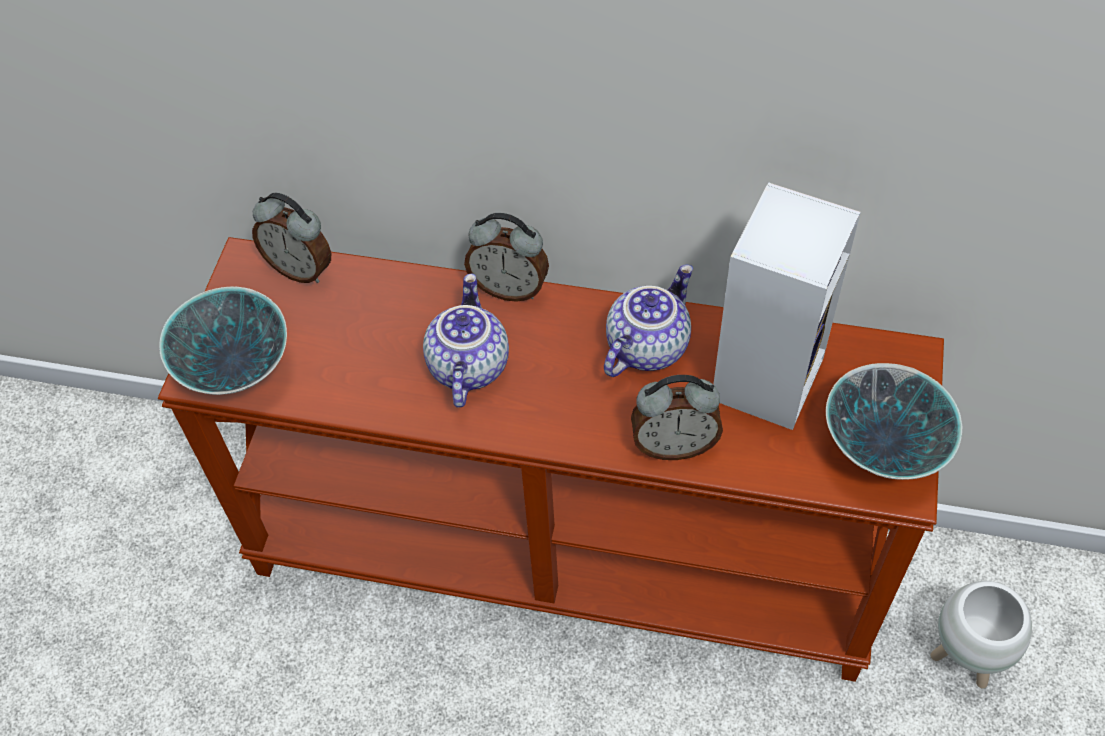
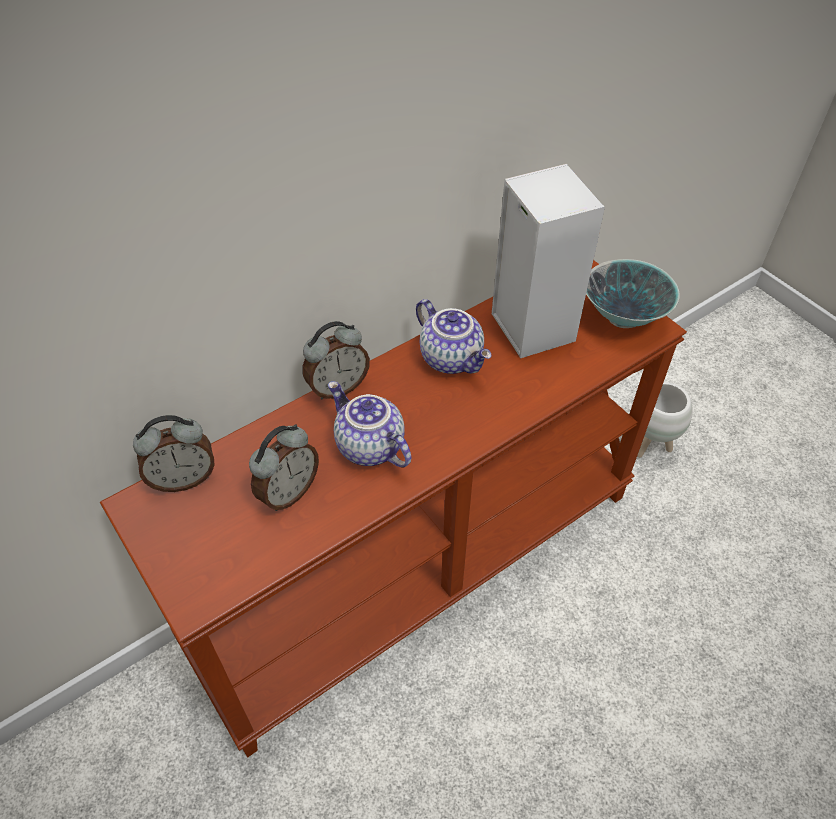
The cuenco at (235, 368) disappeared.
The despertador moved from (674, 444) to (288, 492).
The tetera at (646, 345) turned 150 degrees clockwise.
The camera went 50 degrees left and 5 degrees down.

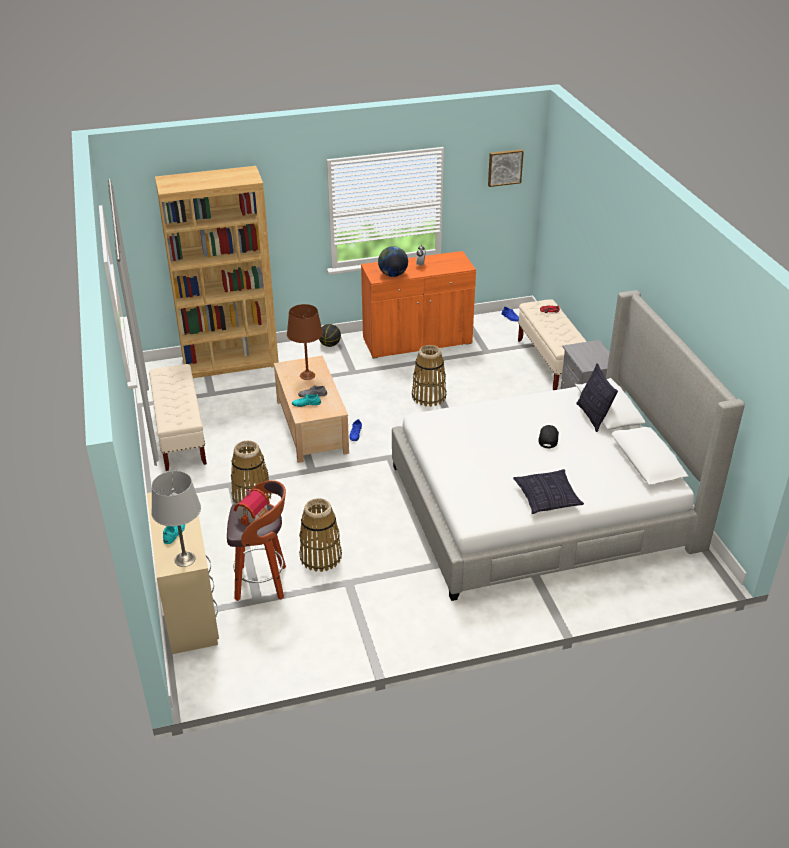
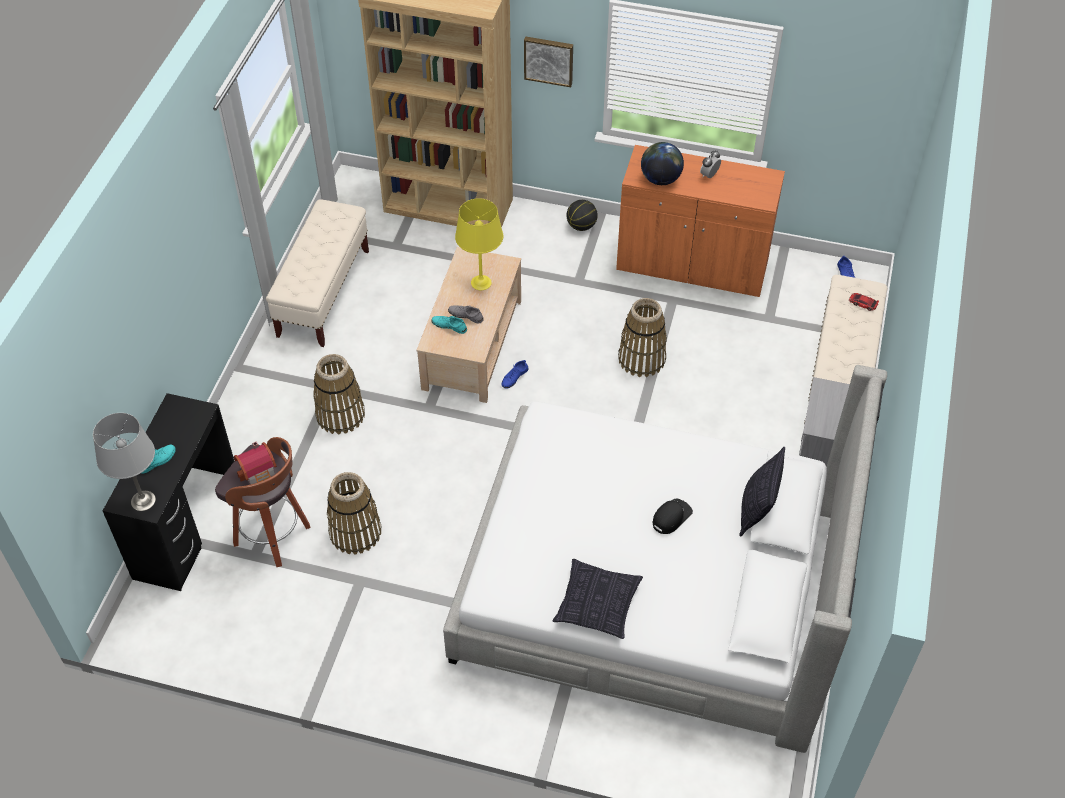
The cuadro moved from (504, 167) to (549, 60).
The escritorio/beis at (188, 604) became the escritorio/negro at (186, 526).
The lámpara de mesa/marrón at (307, 375) became the lámpara de mesa/amarillo at (480, 283).
The camera went 30 degrees right and 15 degrees up.

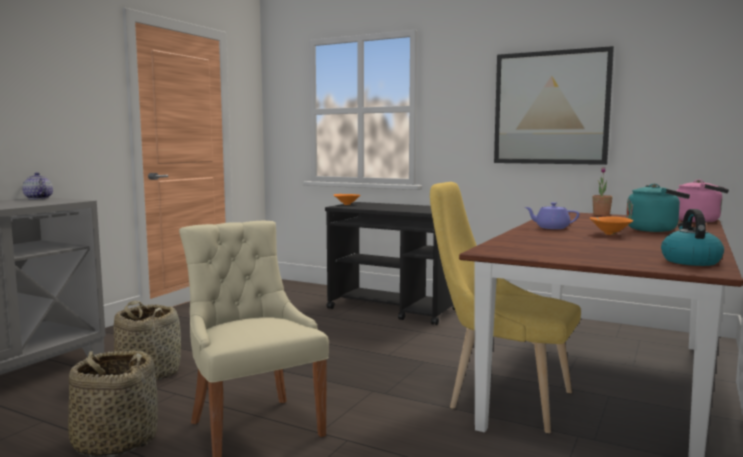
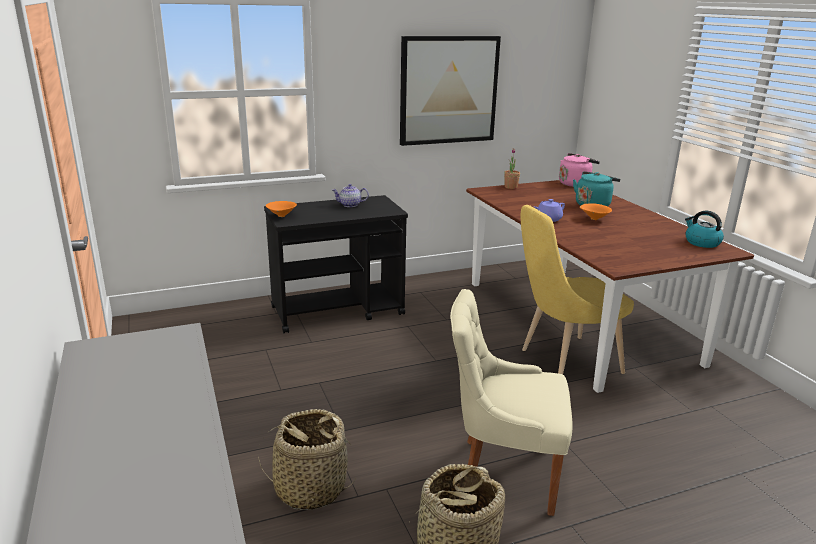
The tetera moved from (38, 198) to (350, 205).
The camera went 50 degrees left and 15 degrees up.

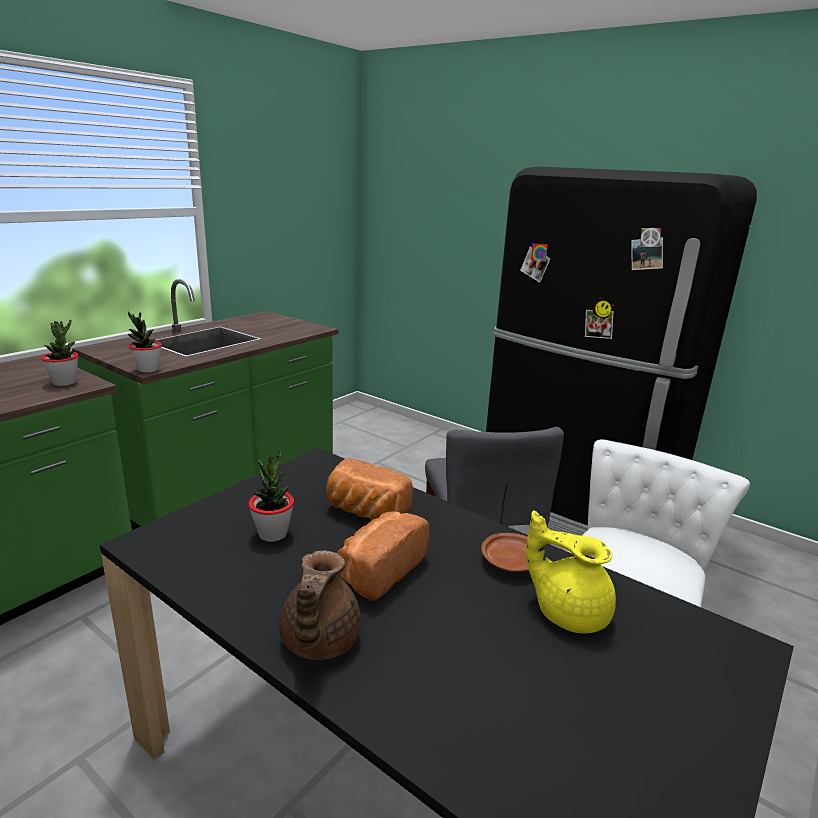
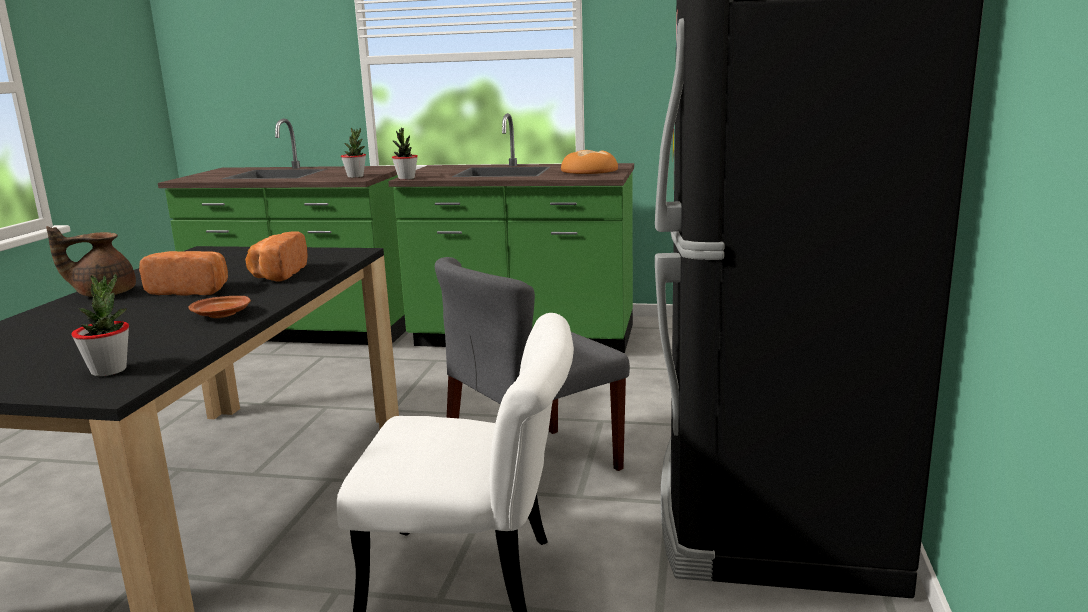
The tetera/amarillo at (568, 611) disappeared.
The pan at (589, 171) appeared.
The planta en maceta moved from (273, 534) to (109, 370).
The camera went 65 degrees right and 5 degrees down.

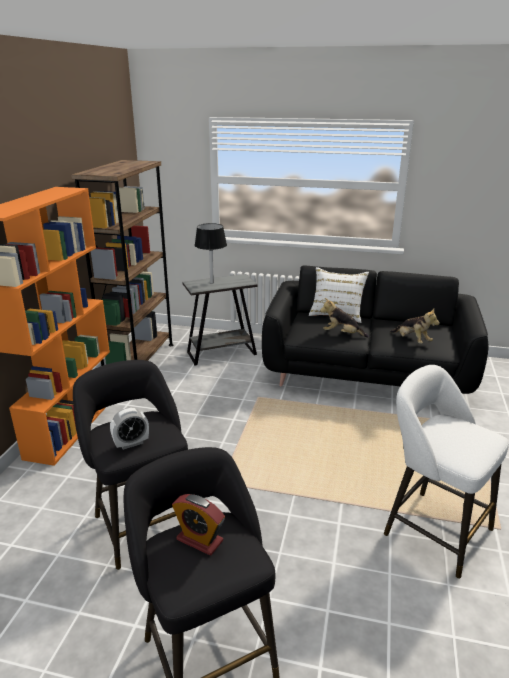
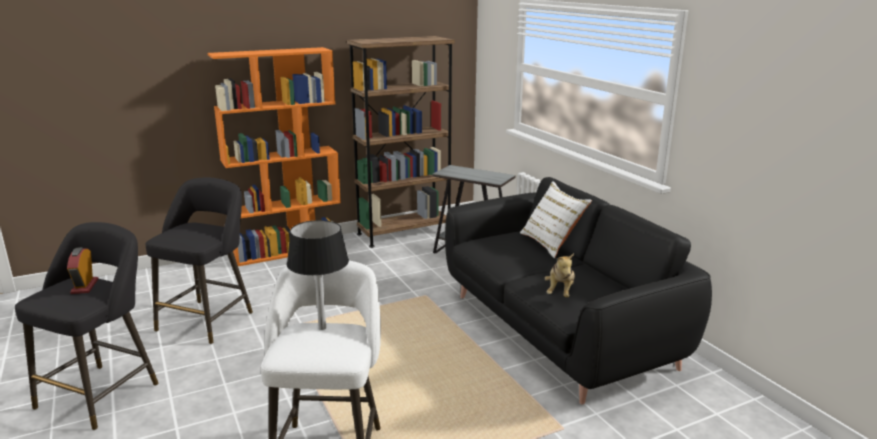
The despertador at (131, 443) disappeared.
The peluche at (342, 334) disappeared.
The lámpara de mesa/negro moved from (212, 282) to (322, 328).
The camera went 50 degrees right and 5 degrees down.

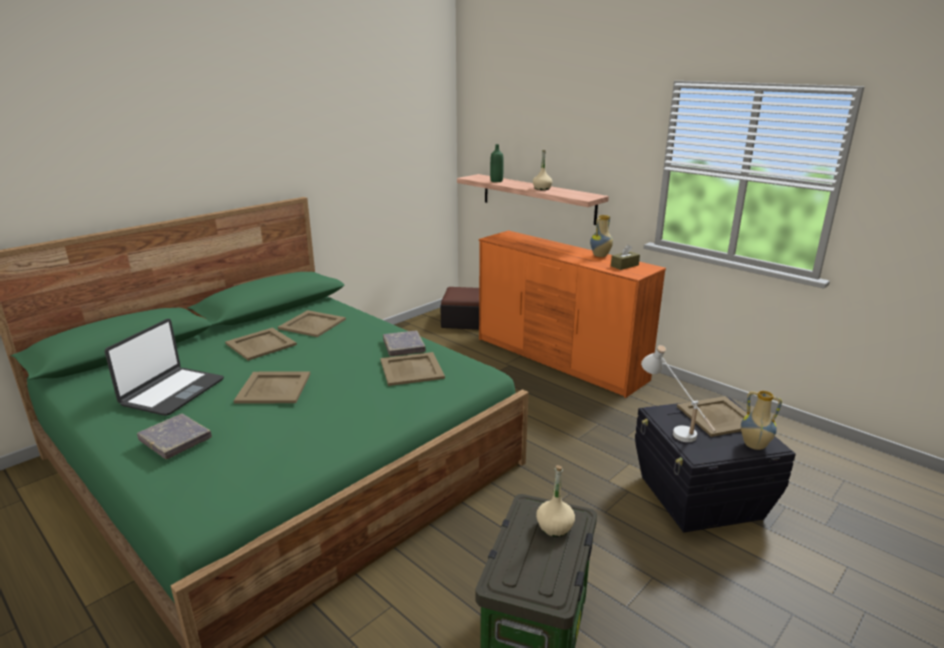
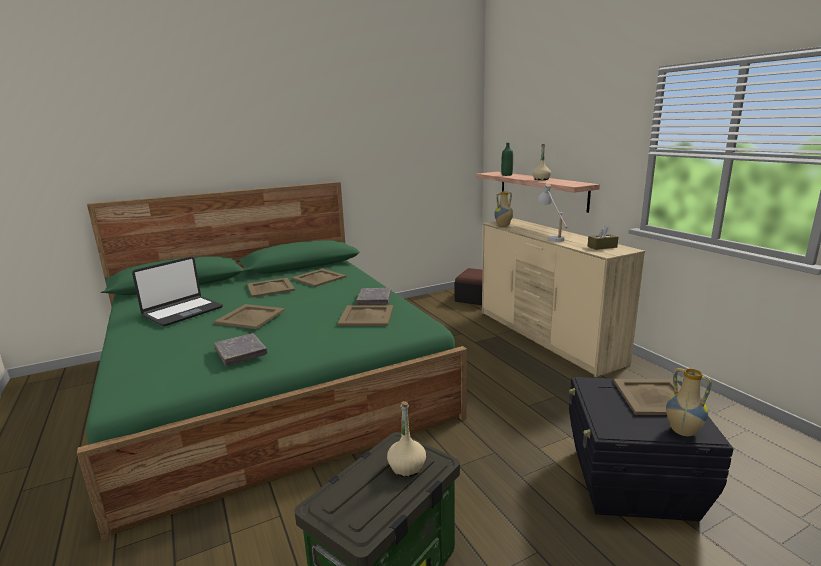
The libro/gris moved from (175, 439) to (241, 352).
The florero moved from (600, 256) to (503, 226).
The lámpara de mesa/blanco moved from (673, 427) to (552, 237).
The cómoda/naranja at (559, 359) became the cómoda/beis at (546, 336).
The camera went 20 degrees right and 5 degrees down.

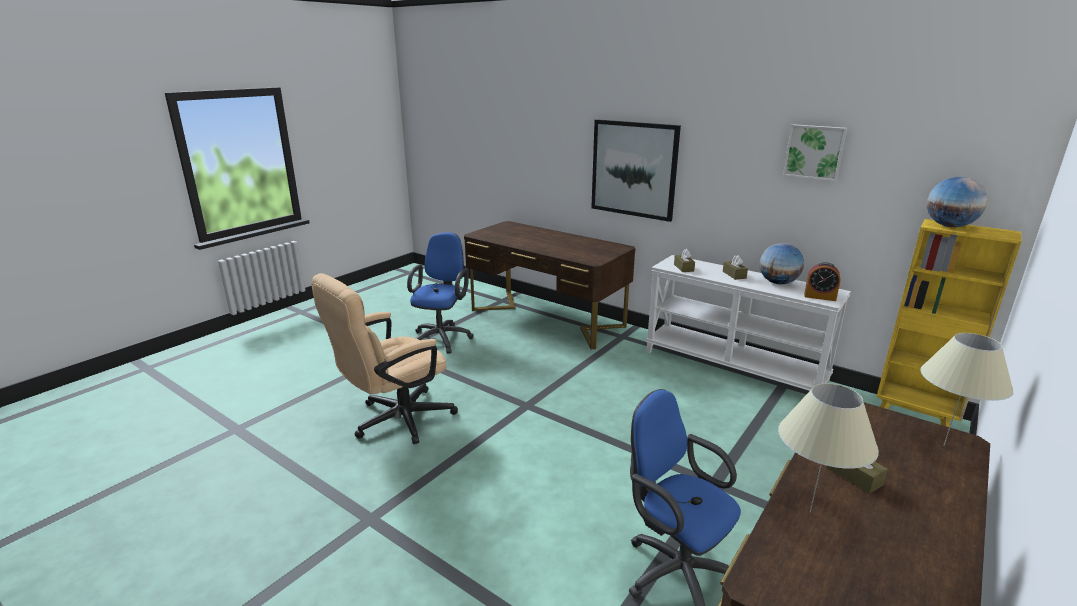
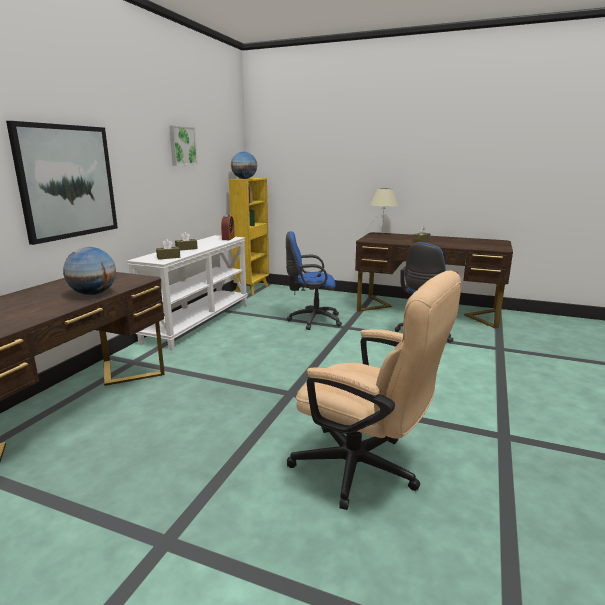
The lámpara de mesa/beis at (810, 512) disappeared.
The silla de oficina/azul moved from (442, 338) to (312, 320).
The globo terráqueo moved from (777, 283) to (93, 294).
The camera went 105 degrees left and 5 degrees down.

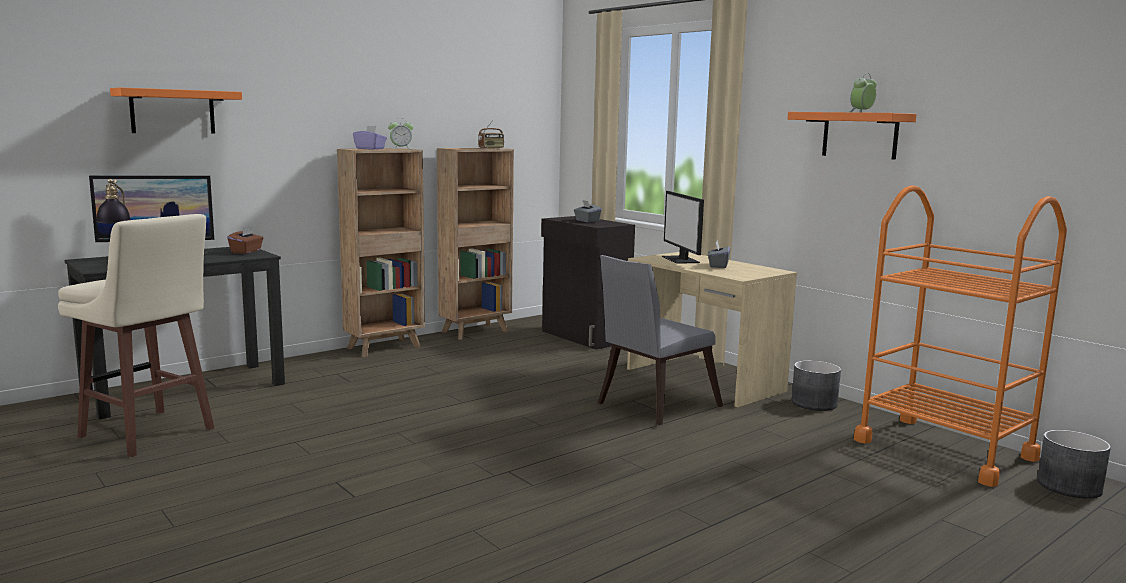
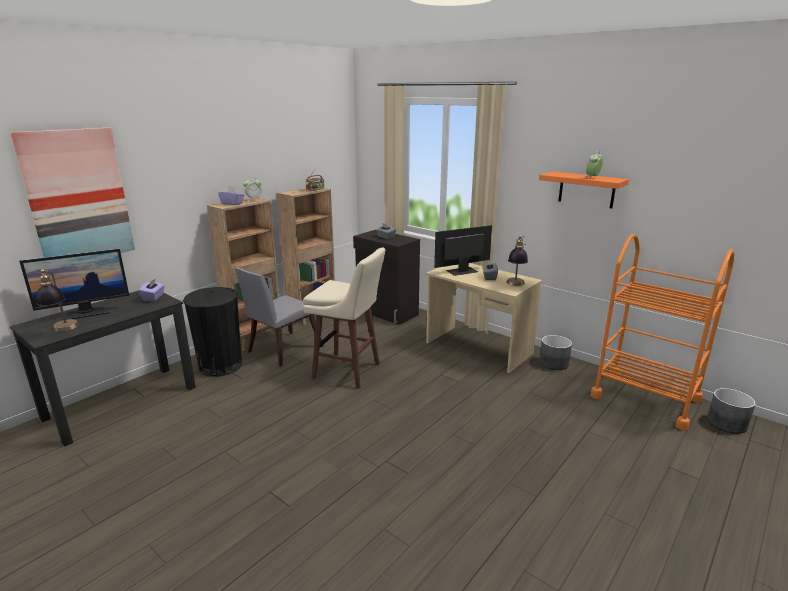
The papelera/negro at (220, 366) appeared.
The lámpara de mesa at (515, 285) appeared.
The taburete/beis moved from (148, 434) to (348, 372).
The silla/gris moved from (652, 406) to (281, 350).
The estante/naranja at (172, 111) was replaced by the cuadro at (77, 196).
The caja de pañuelos/marrón at (246, 251) became the caja de pañuelos/morado at (153, 297).
The monitor at (681, 259) turned 90 degrees clockwise.
The camera went 10 degrees left and 10 degrees up.

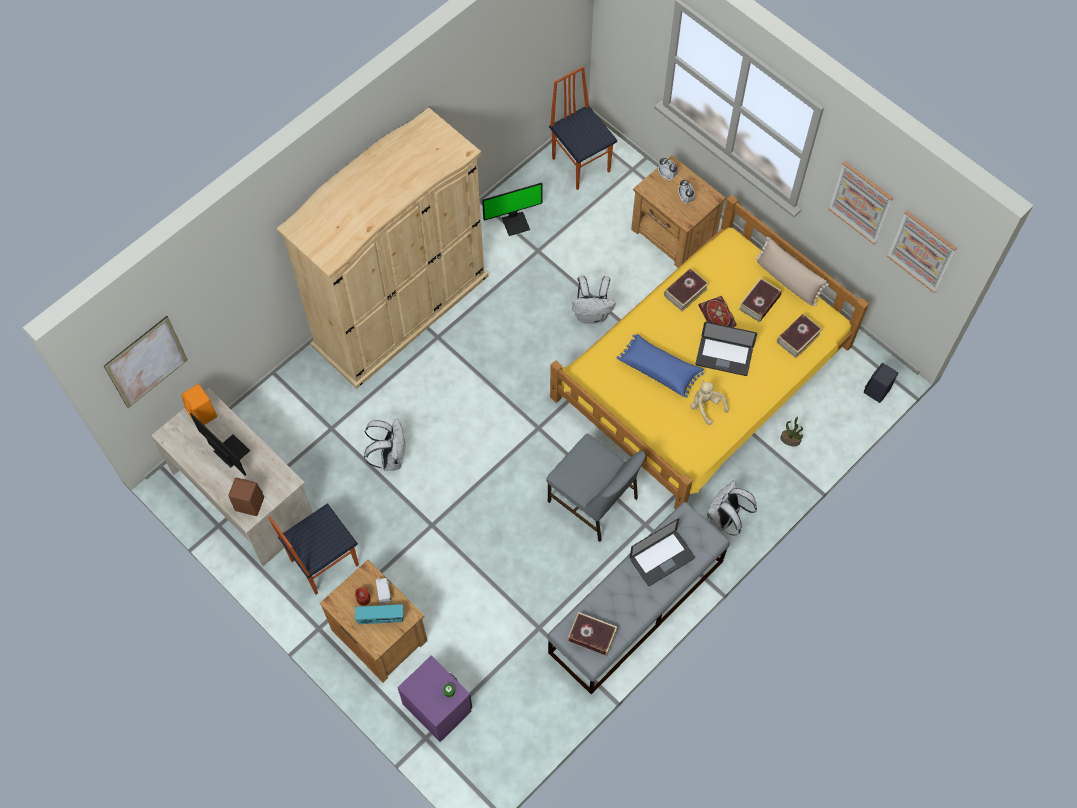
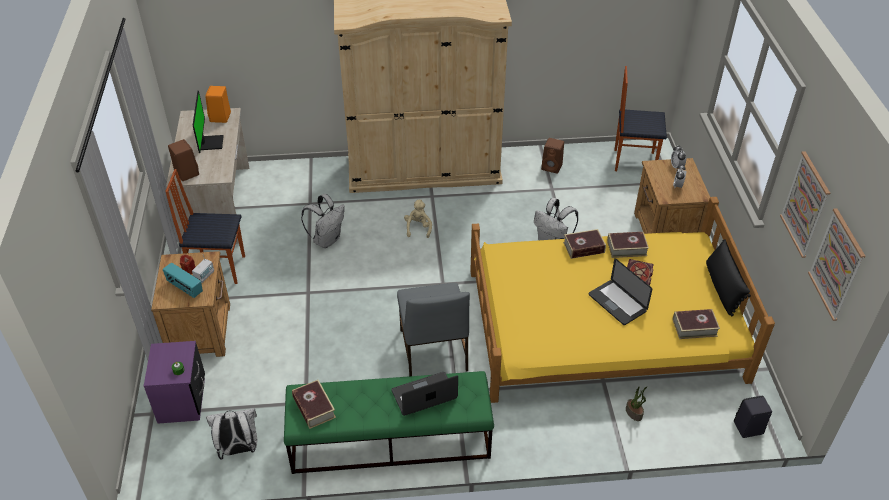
The cuadro at (146, 362) disappeared.
The cojín/azul at (659, 369) disappeared.
The peluche/beis moved from (706, 407) to (418, 228).
The mochila/blanco moved from (725, 519) to (238, 449).
The libro moved from (759, 303) to (583, 247).
The monitor at (515, 223) was replaced by the altavoz/marrón at (552, 167).
The banco/gris at (636, 607) became the banco/verde at (389, 440).
The cojín/beis at (787, 280) became the cojín/negro at (722, 288).
The silla at (581, 164) turned 90 degrees counterclockwise.
The portátil at (662, 558) turned 150 degrees clockwise.
The camera went 40 degrees right and 20 degrees down.

